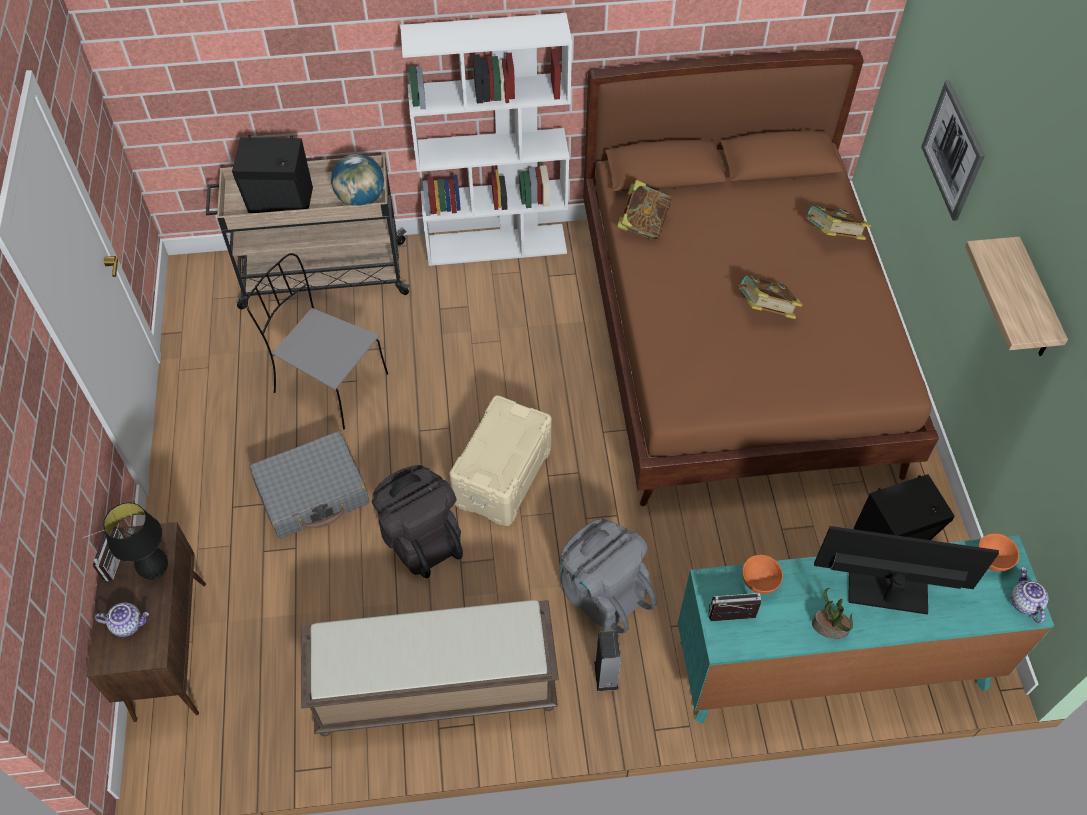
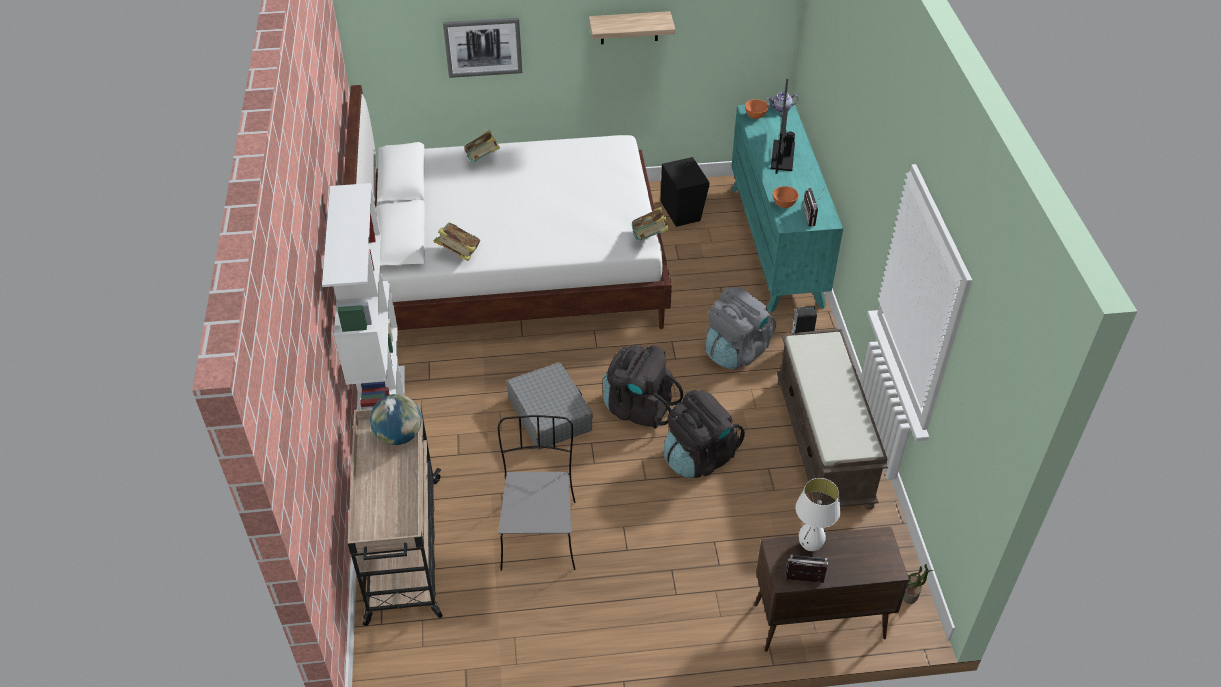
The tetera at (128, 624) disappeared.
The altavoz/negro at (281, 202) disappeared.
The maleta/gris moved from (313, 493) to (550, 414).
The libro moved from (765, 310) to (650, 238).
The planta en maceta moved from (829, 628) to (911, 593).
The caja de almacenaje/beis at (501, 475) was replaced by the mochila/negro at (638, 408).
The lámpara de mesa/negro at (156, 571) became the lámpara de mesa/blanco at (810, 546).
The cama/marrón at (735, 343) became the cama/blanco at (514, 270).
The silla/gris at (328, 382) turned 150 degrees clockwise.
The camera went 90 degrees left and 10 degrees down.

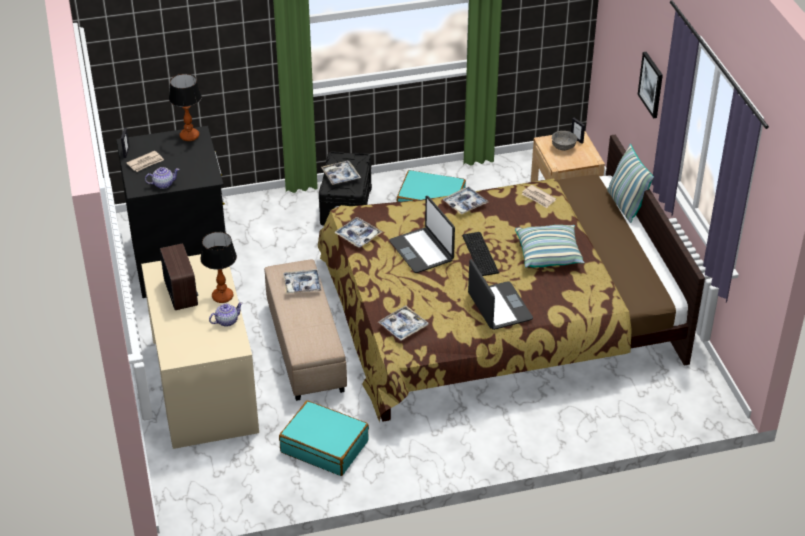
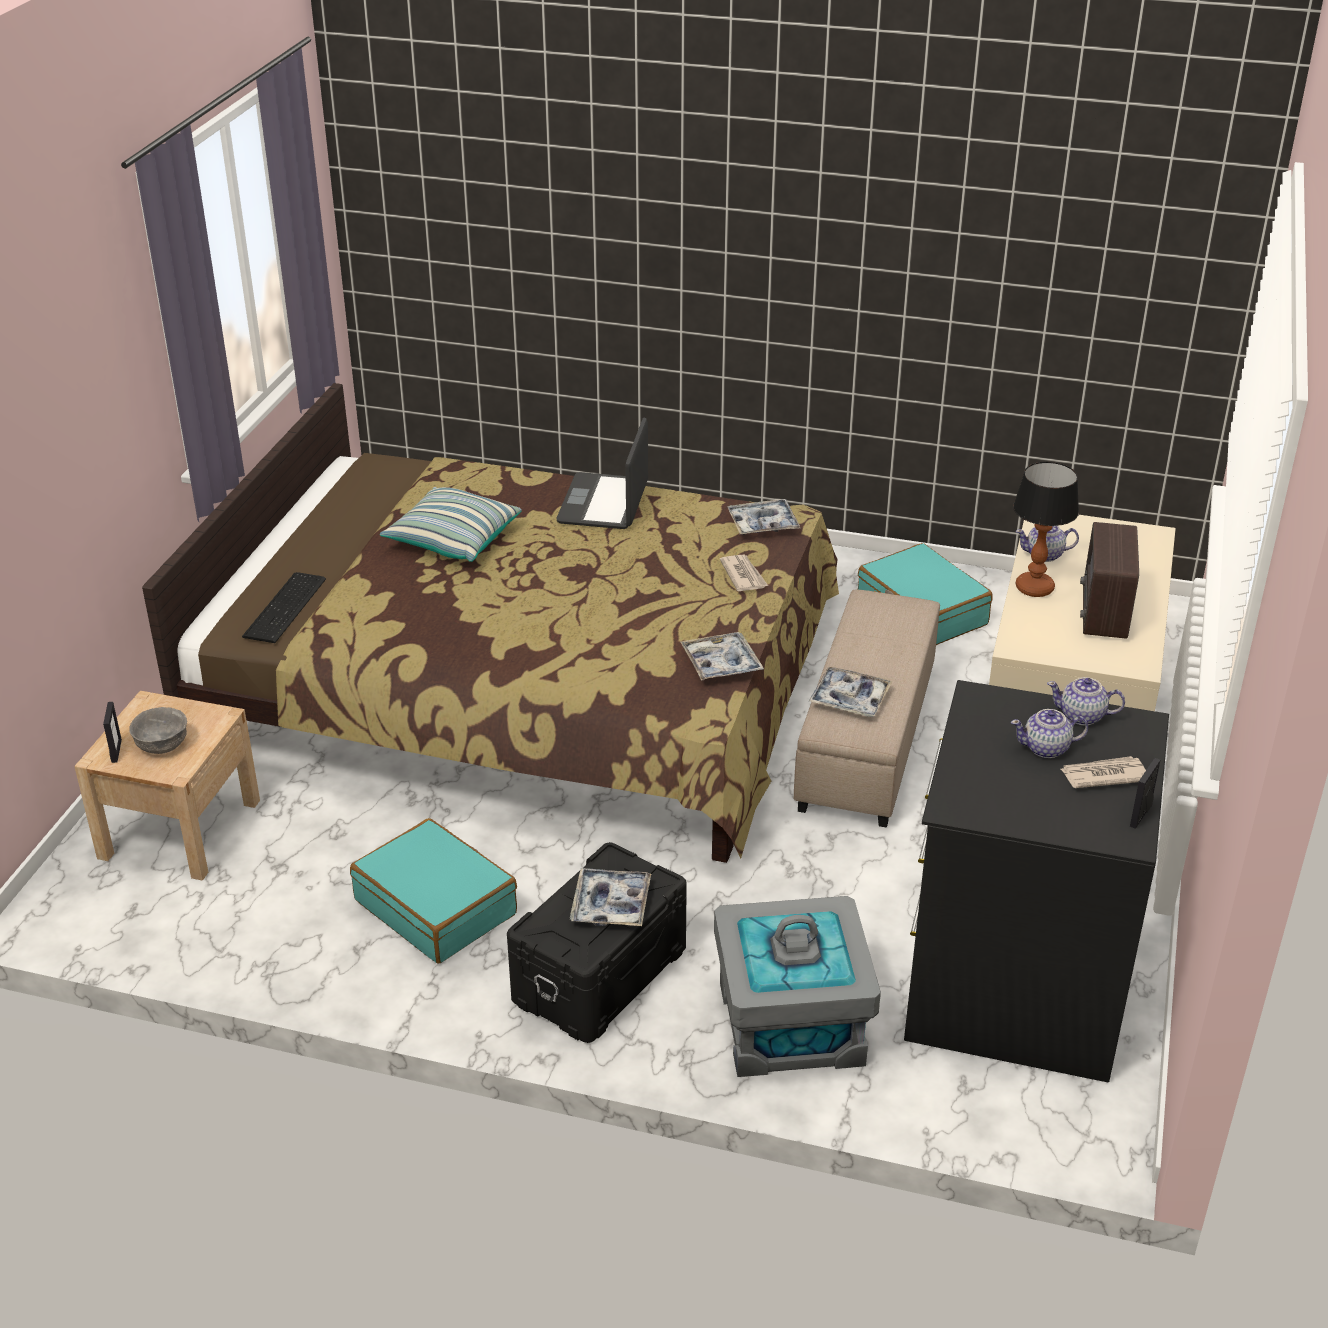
The lámpara de mesa at (189, 136) disappeared.
The portátil at (422, 251) disappeared.
The bandeja at (465, 204) disappeared.
The cojín at (625, 205) disappeared.
The cuadro at (651, 84) disappeared.
The caja de almacenaje/gris at (791, 1024) appeared.
The tetera at (1046, 748) appeared.
The teclado moved from (479, 255) to (287, 607).
The periódico moved from (538, 198) to (743, 575).
The camera went 150 degrees left and 5 degrees down.

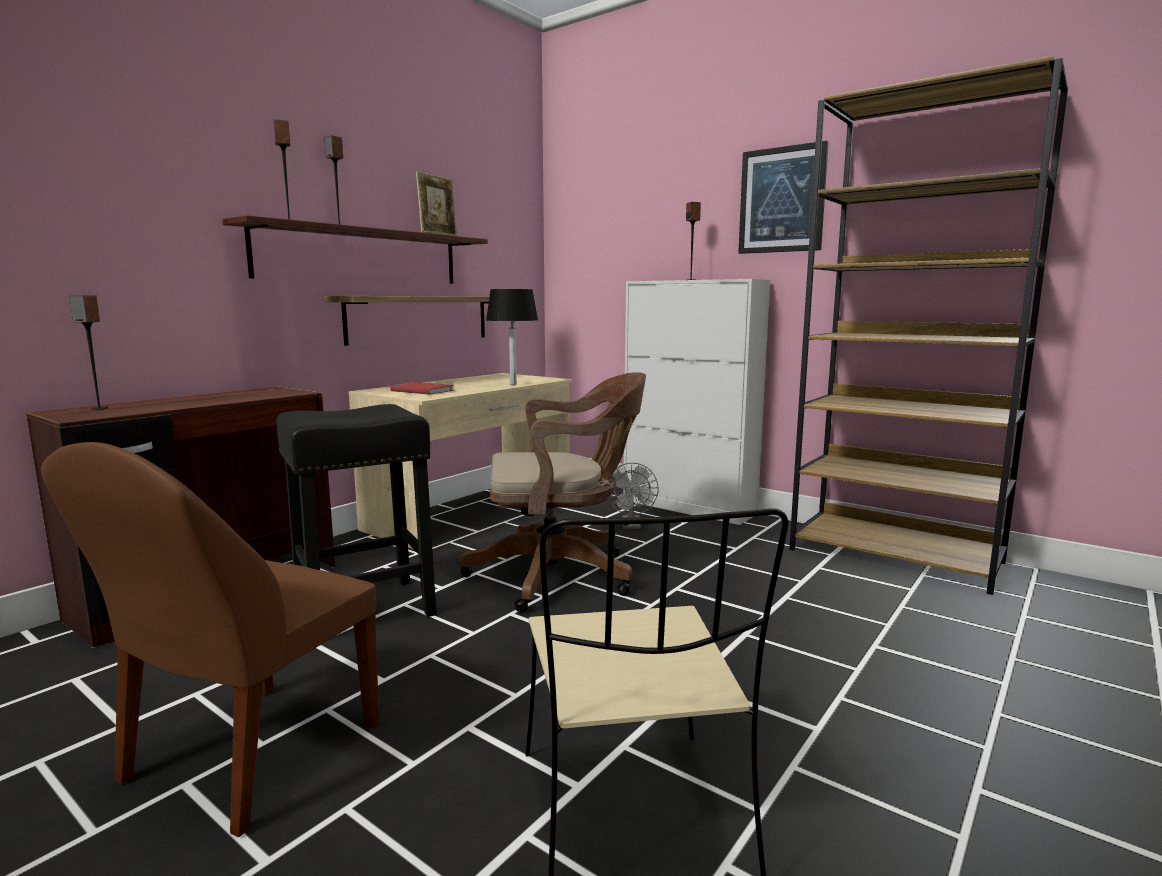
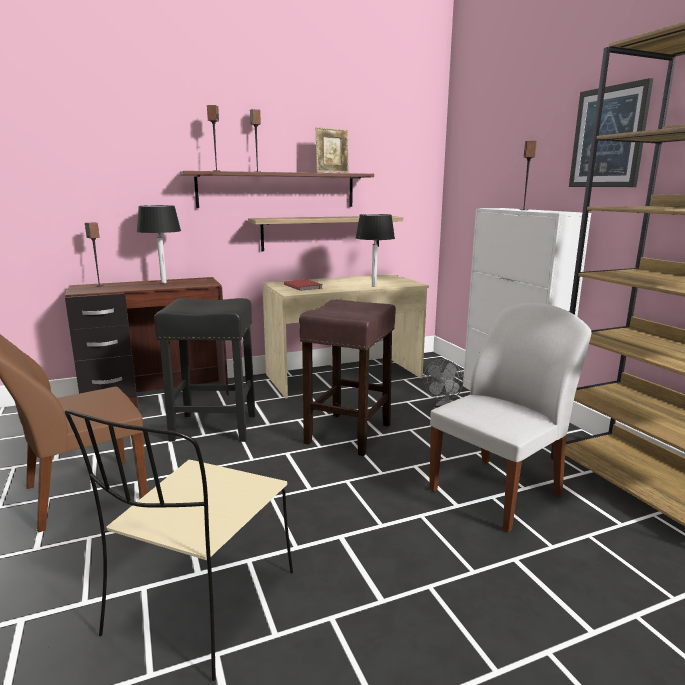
The lámpara de mesa/negro at (164, 282) appeared.
The silla/blanco at (498, 491) appeared.
The silla de oficina/marrón at (560, 575) was replaced by the taburete/marrón at (348, 434).
The camera went 30 degrees right and 5 degrees up.

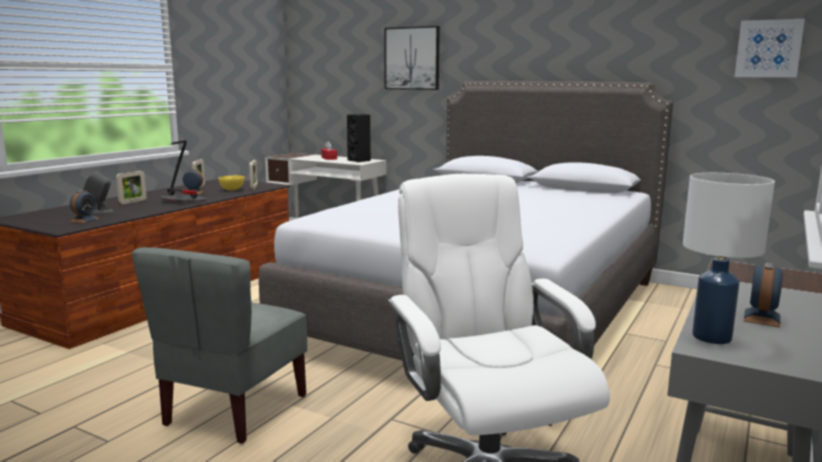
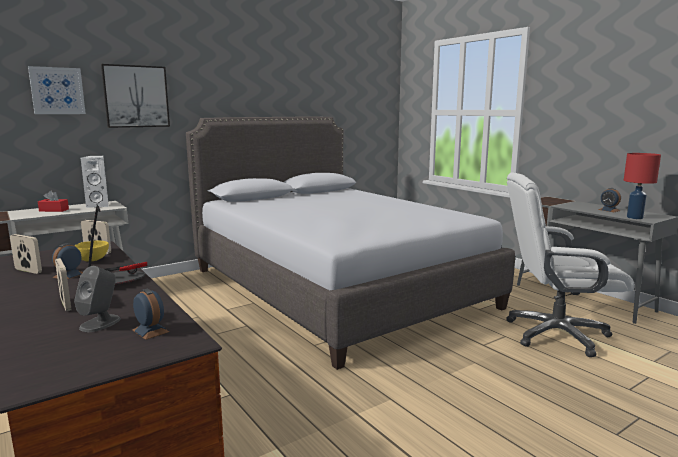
The silla/gris at (234, 410) disappeared.
The cuadro moved from (768, 48) to (57, 91).
The altavoz/negro at (359, 160) became the altavoz/blanco at (99, 205).
The lámpara de mesa/blanco at (711, 337) became the lámpara de mesa/rojo at (635, 217).
The camera went 65 degrees left and 0 degrees up.

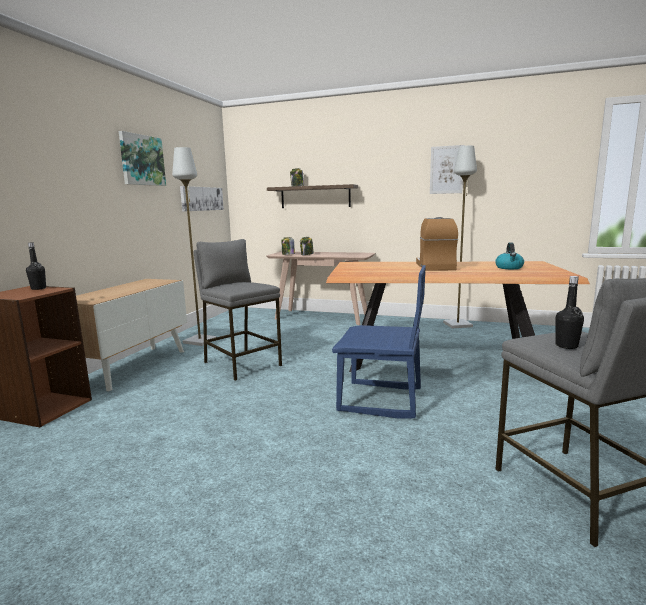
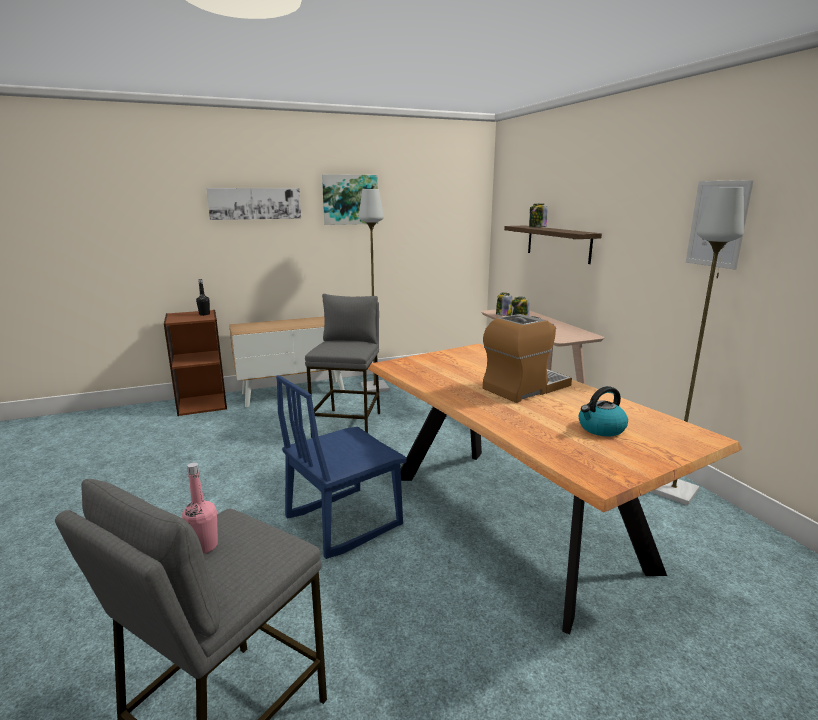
The cuadro moved from (202, 198) to (255, 203).
The botella/negro at (566, 346) became the botella/rosa at (204, 546).
The silla/azul at (380, 400) turned 75 degrees clockwise.
The camera went 50 degrees right and 5 degrees up.

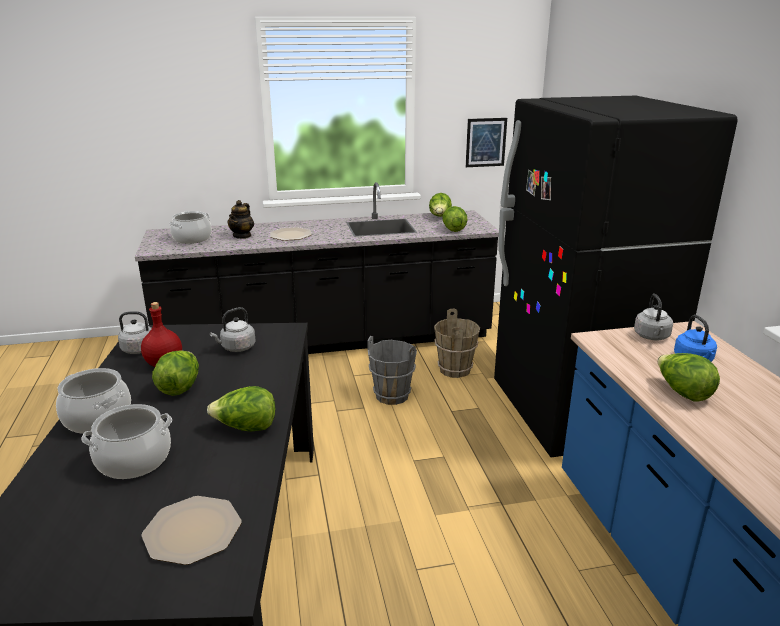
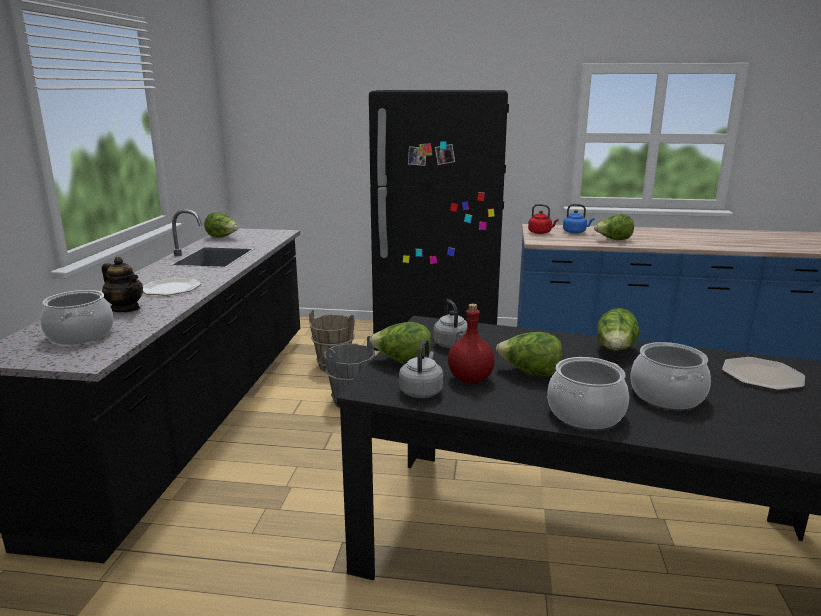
The cuadro at (486, 142) disappeared.
The lechuga moved from (453, 229) to (402, 362).
The hervidor/gris at (652, 337) became the hervidor/rojo at (541, 232).
The camera went 70 degrees left and 5 degrees down.

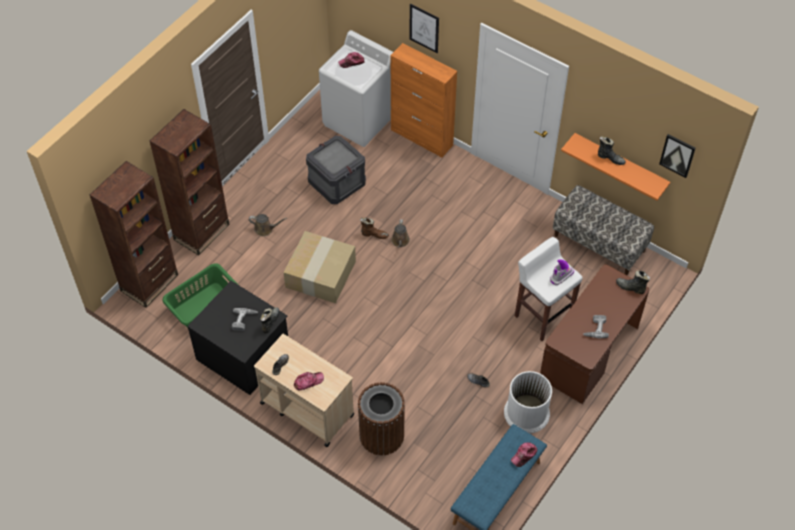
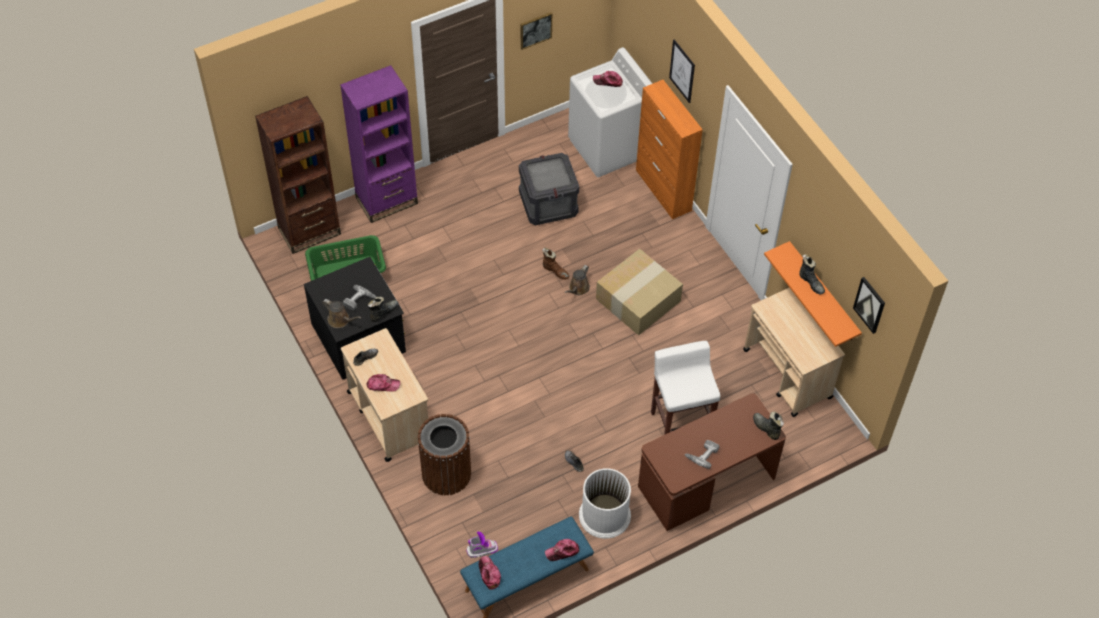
The gorra at (489, 574) appeared.
The cuadro at (535, 30) appeared.
The regadera/marrón moved from (265, 229) to (340, 320).
The caja de cartón moved from (320, 273) to (638, 299).
The bota moved from (561, 276) to (481, 549).
The banco at (599, 243) was replaced by the carrito/beis at (787, 374).
The estantería/marrón at (201, 232) became the estantería/morado at (387, 201).
The camera went 25 degrees right and 0 degrees up.

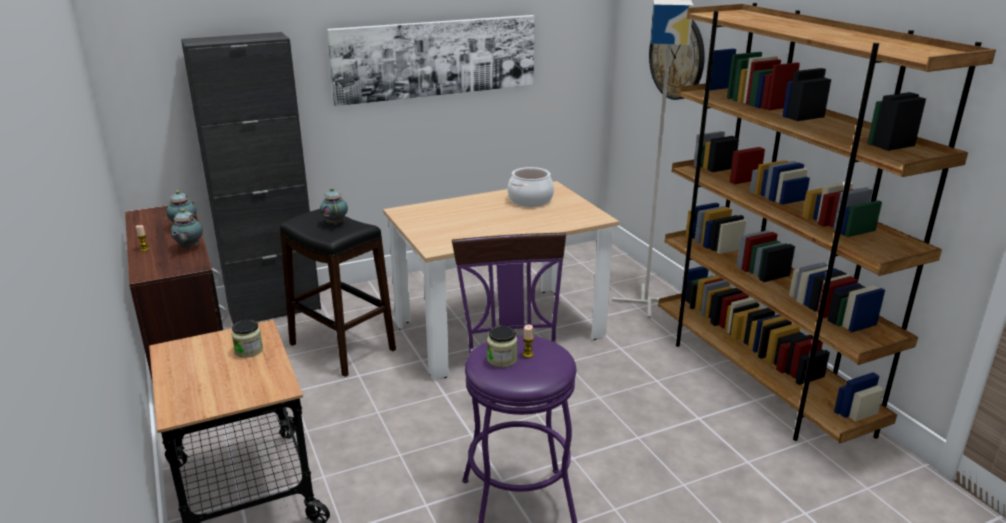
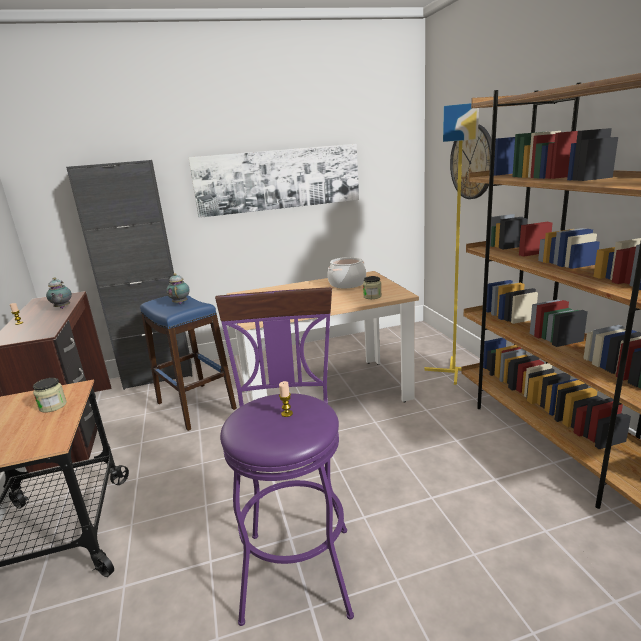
The tetera at (189, 248) disappeared.
The tarro moved from (502, 359) to (372, 296).
The taburete/negro at (343, 347) became the taburete/azul at (196, 406).
The lámpara de pie/gris at (646, 301) became the lámpara de pie/amarillo at (454, 370).
The camera went 10 degrees right and 5 degrees down.

